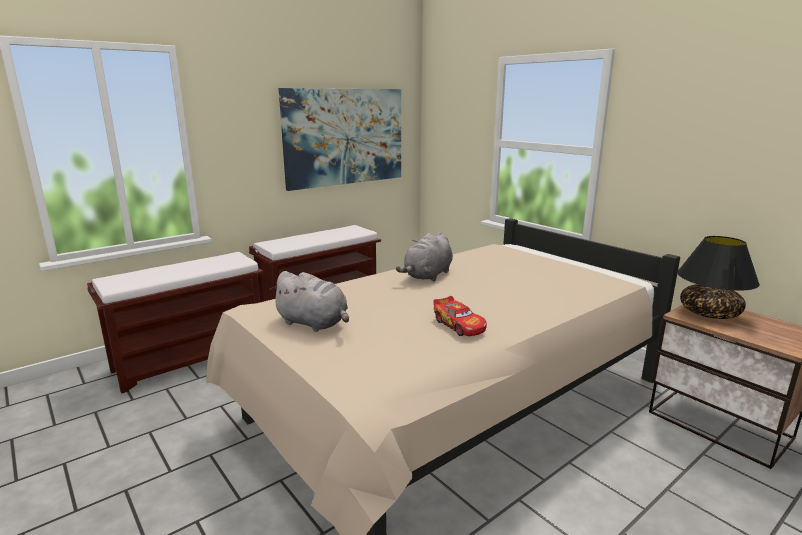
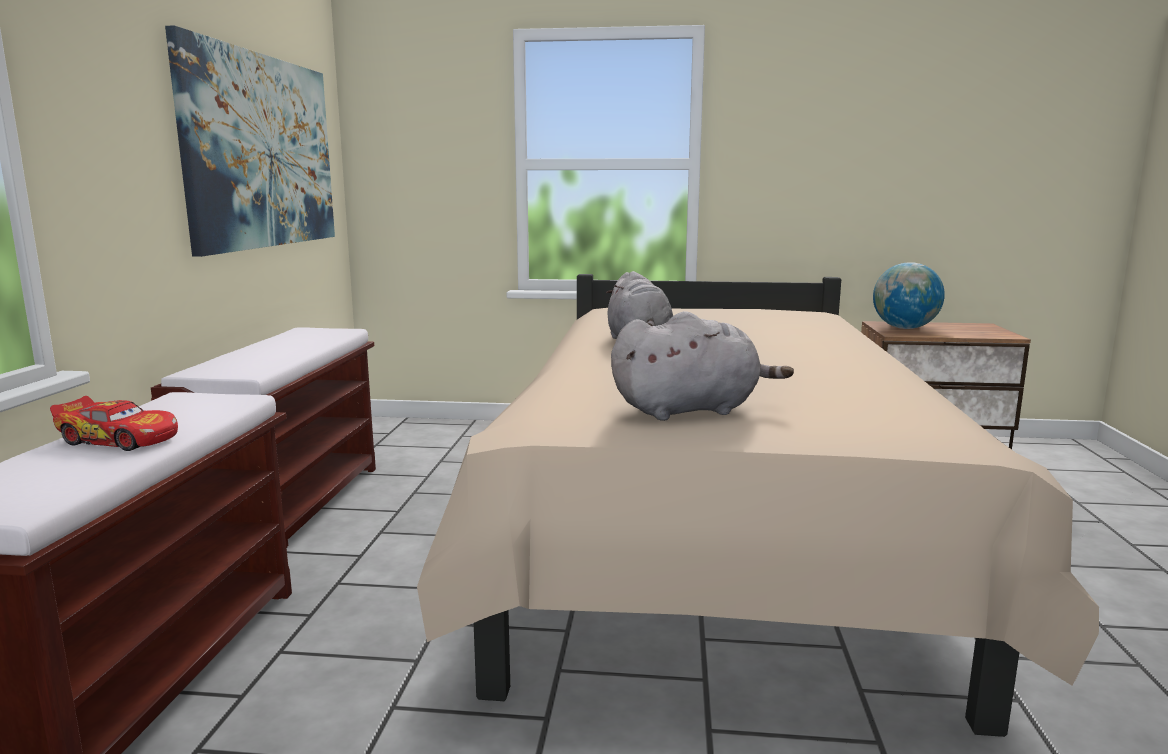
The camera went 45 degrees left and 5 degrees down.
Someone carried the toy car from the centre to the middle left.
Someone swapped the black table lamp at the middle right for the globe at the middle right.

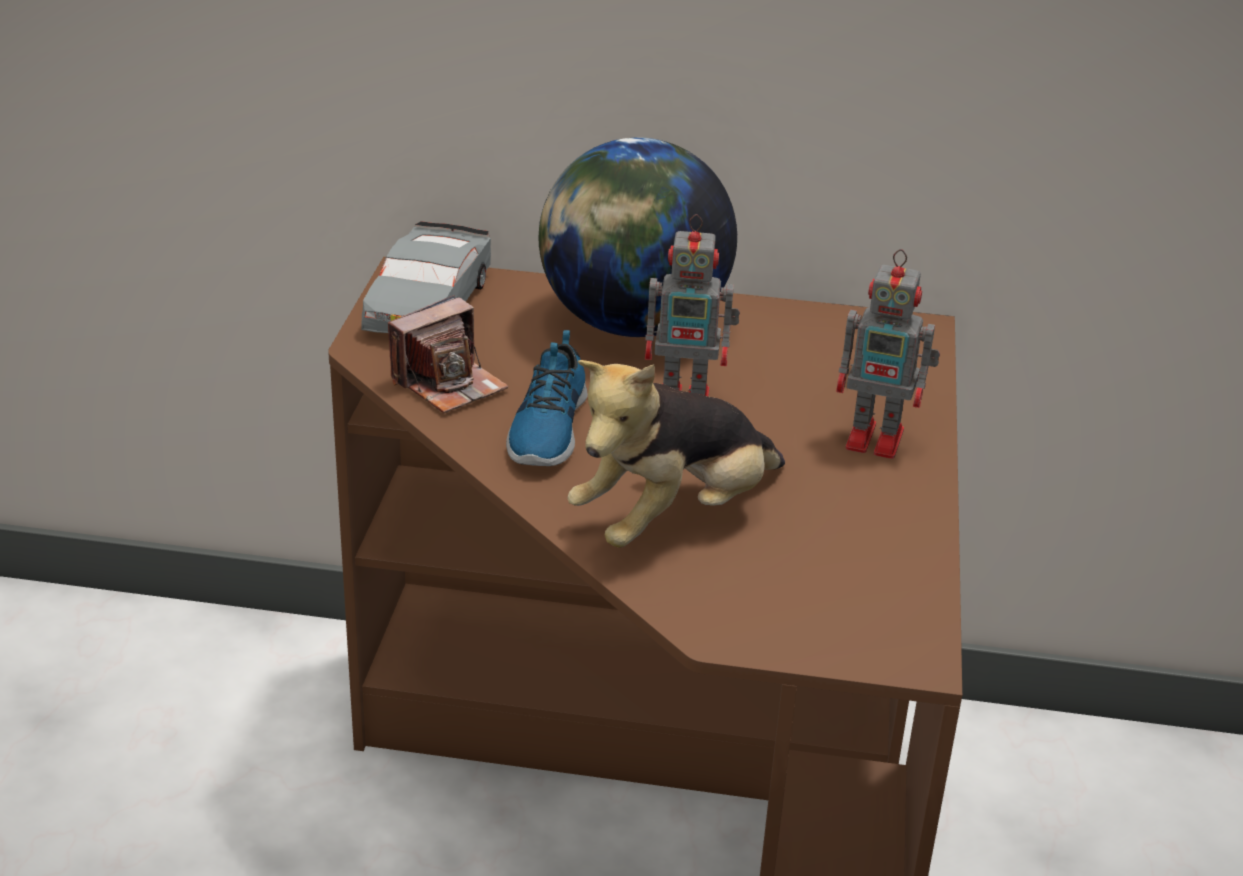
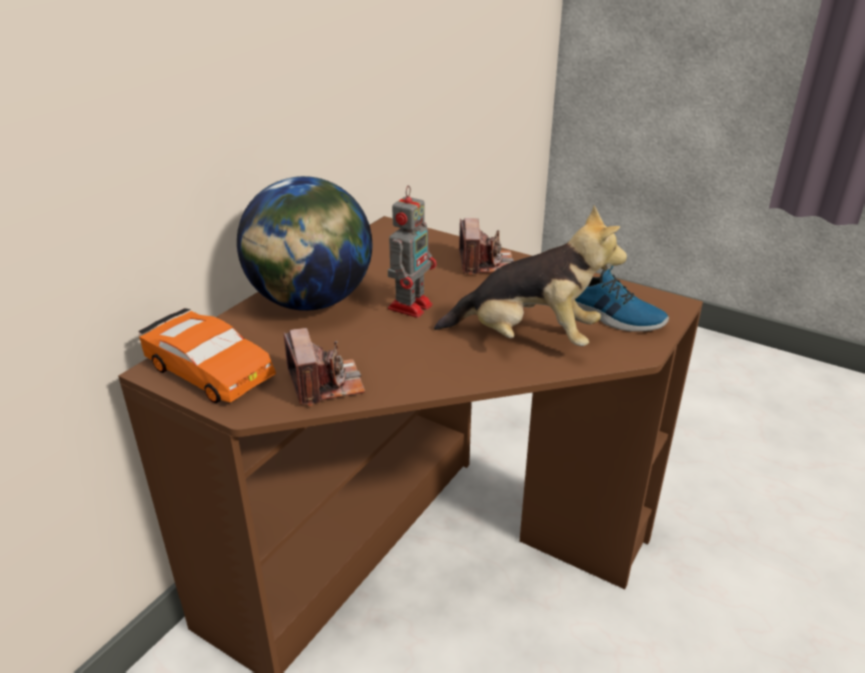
The camera went 65 degrees left and 0 degrees up.
Someone carried the shoe from the centre to the middle right.
Someone swapped the toy robot (no. 2 from left) at the middle right for the photo camera (no. 2 from left) at the centre.
Someone repainted the grey toy car at the top centre, which became the orange toy car at the middle left.
Someone rotated the plush toy at the centre by 60 degrees counterclockwise.

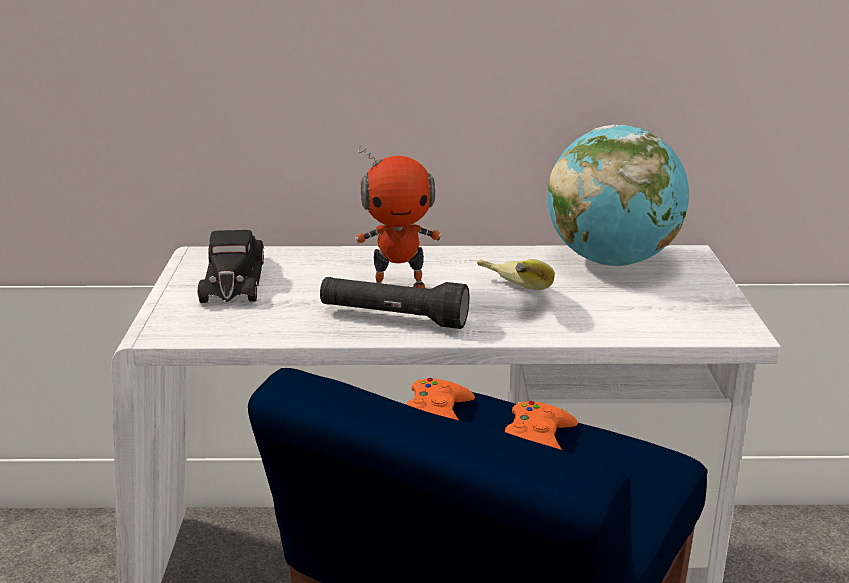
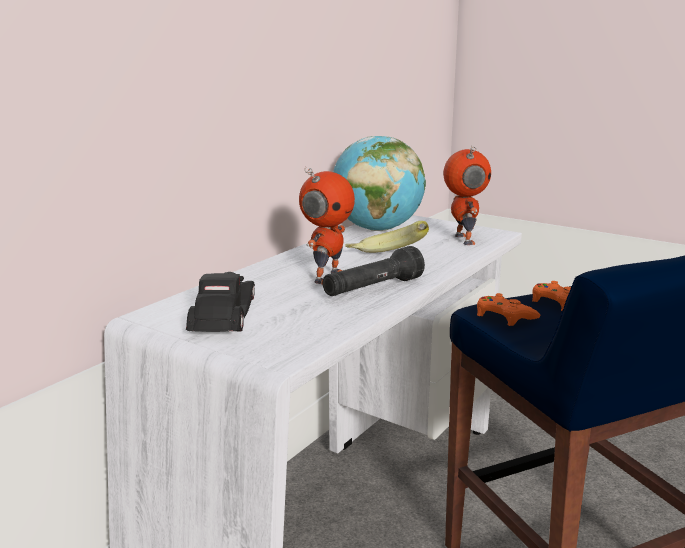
The camera went 55 degrees left and 5 degrees down.
Someone put down the toy robot (no. 2 from left) at the middle right.
Someone rotated the black toy car at the middle left by 120 degrees counterclockwise.

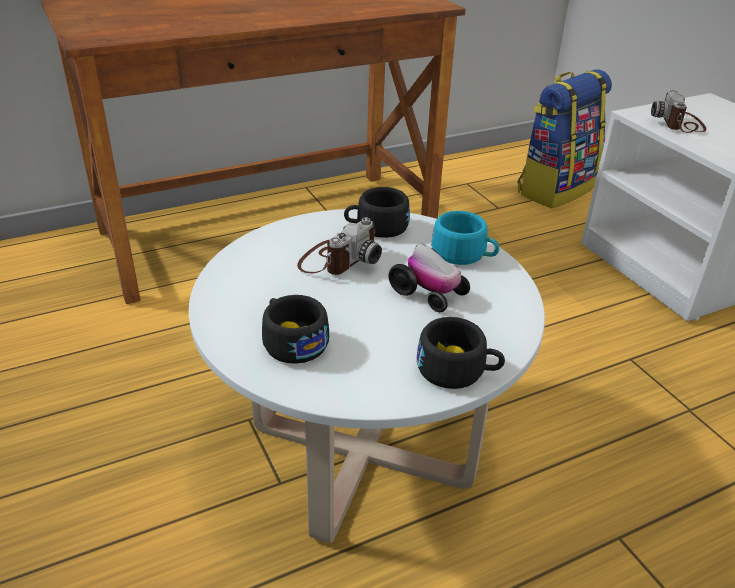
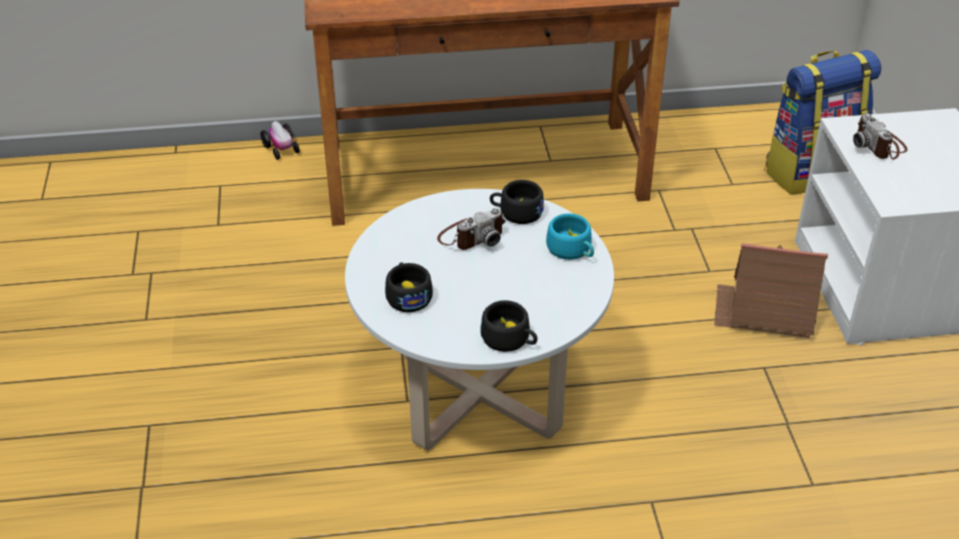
The camera went 20 degrees right and 5 degrees up.
Someone put down the toy house at the middle right.
Someone carried the toy car from the centre to the top left.
Someone rotated the photo camera (no. 2 from left) at the top right by 45 degrees counterclockwise.

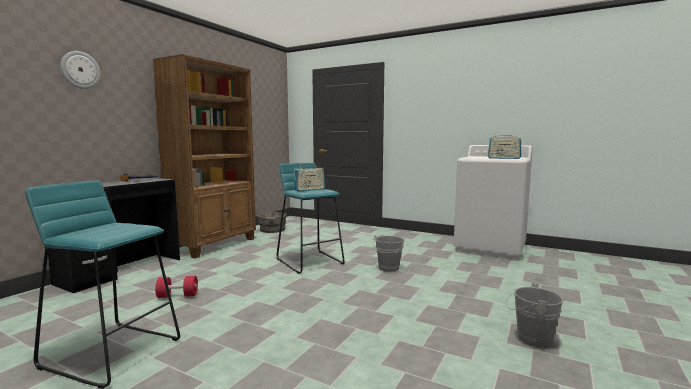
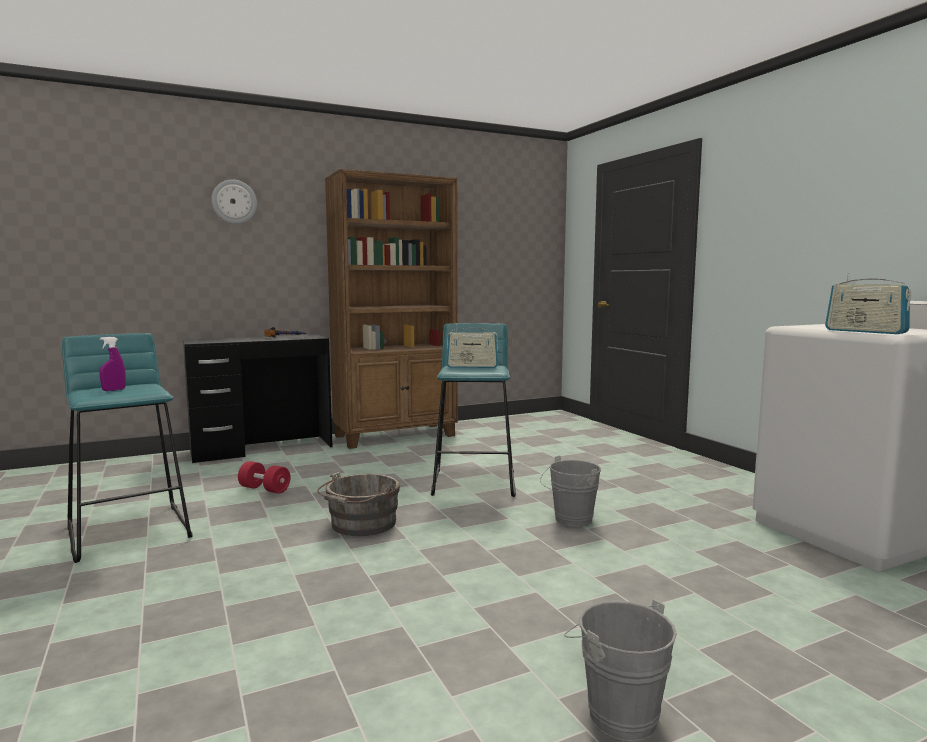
The camera went 35 degrees right and 0 degrees up.
Someone put down the purple spray bottle at the middle left.
Someone carried the grey bucket (no. 1 from left) from the centre to the bottom centre.

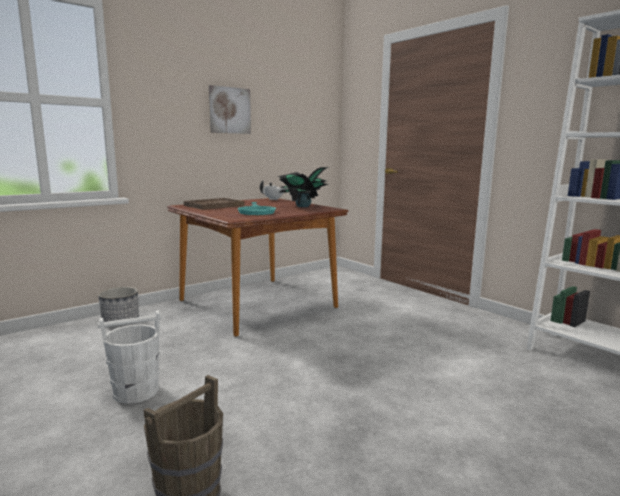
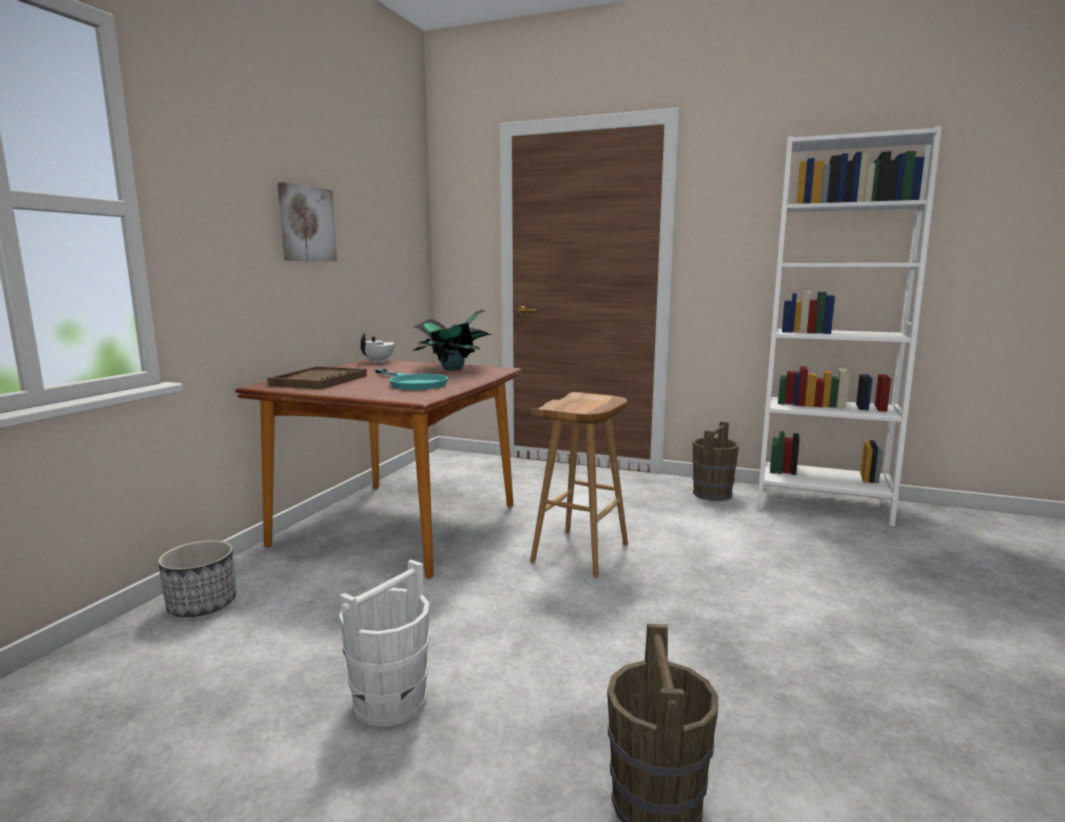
The camera went 30 degrees left and 0 degrees up.
Someone put down the brown stool at the centre.
Someone put down the brown bucket (no. 2 from left) at the middle right.

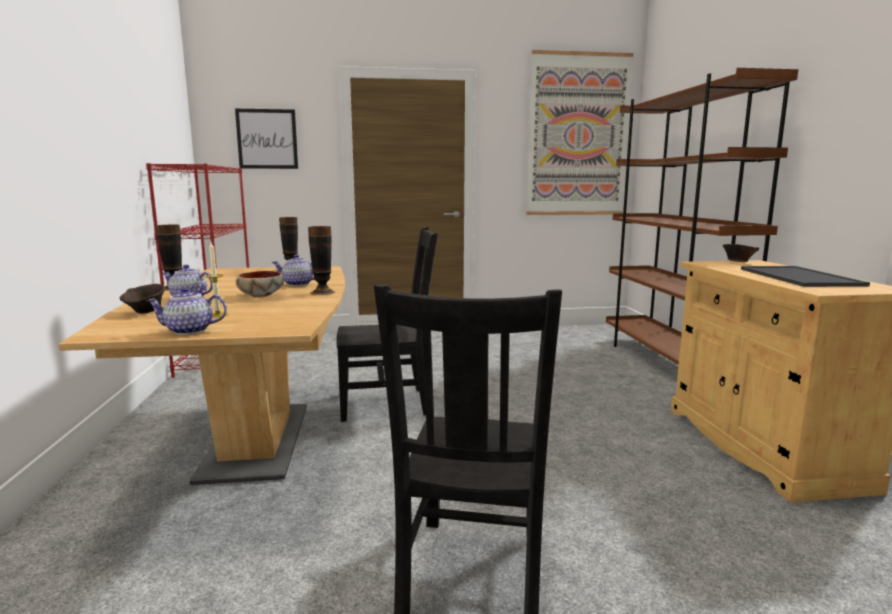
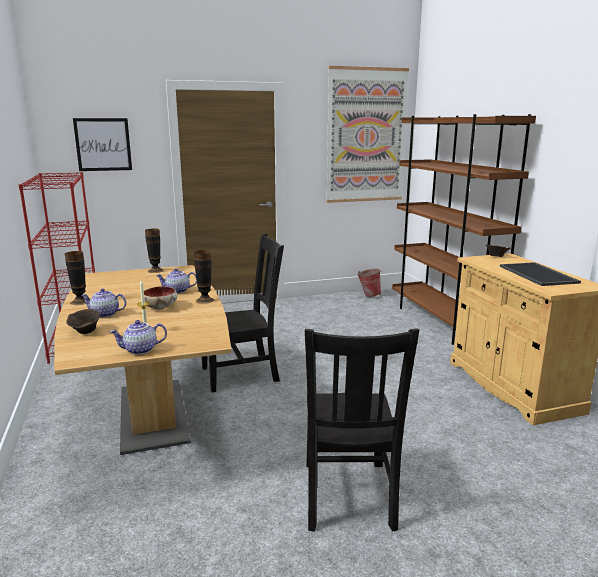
The camera went 10 degrees left and 5 degrees up.
Someone put down the bucket at the centre.

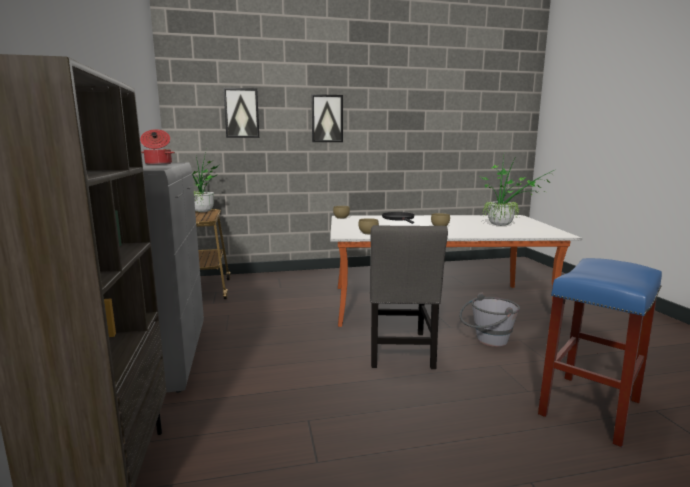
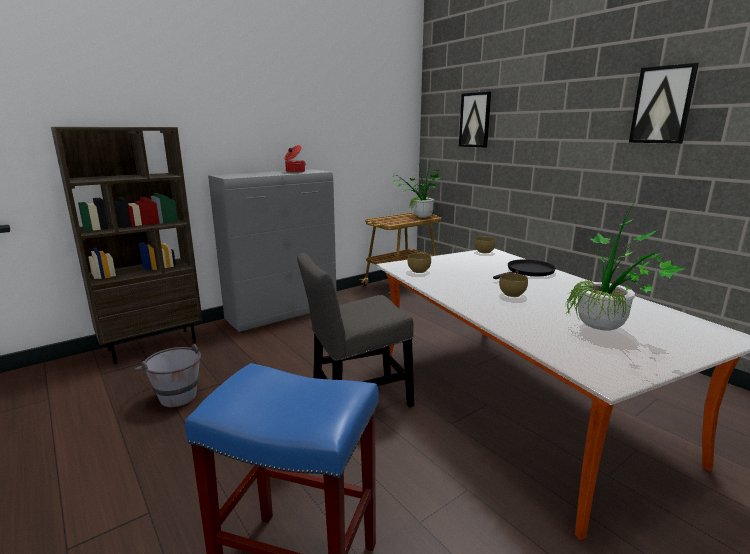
The camera went 65 degrees right and 5 degrees up.
Someone carried the picture (no. 2 from left) from the top centre to the top right.
Someone carried the grey bucket from the middle right to the bottom left.

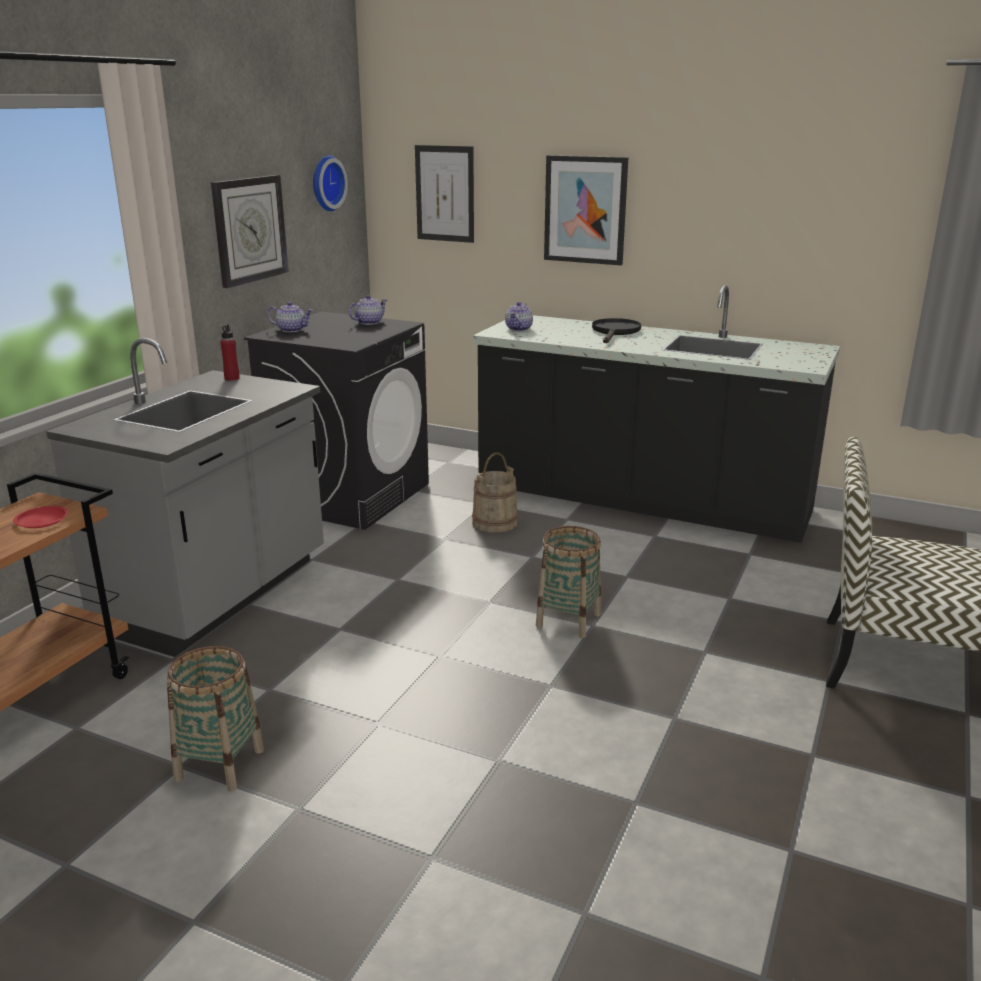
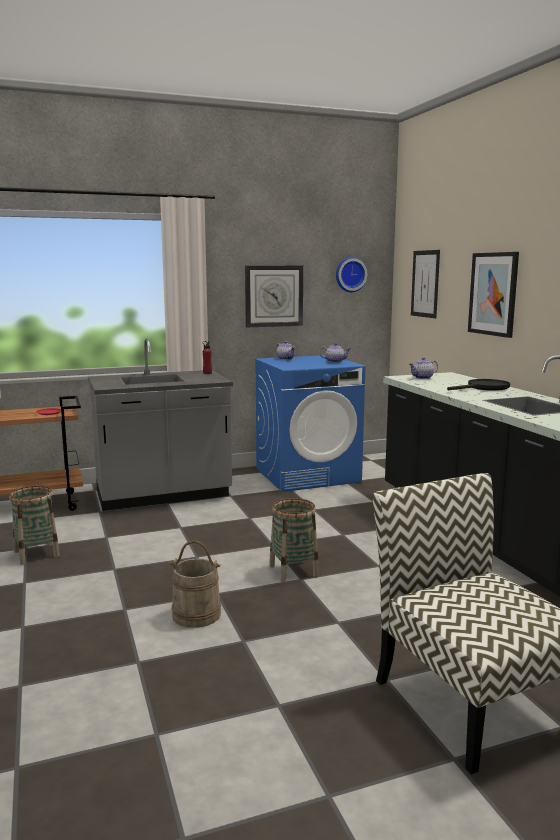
The camera went 45 degrees right and 10 degrees down.
Someone carried the beige bucket from the centre to the bottom centre.
Someone repainted the black washing machine at the centre, which became the blue washing machine at the centre.

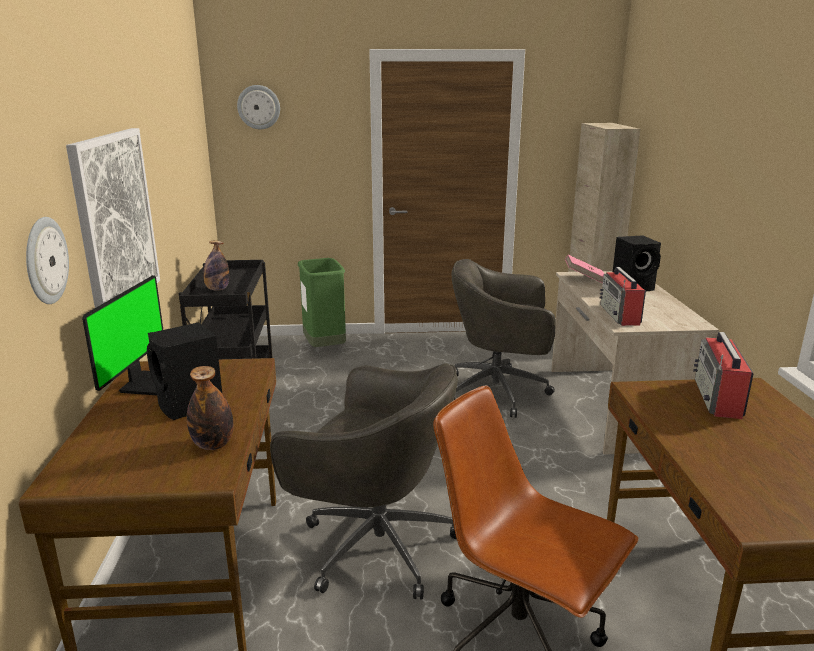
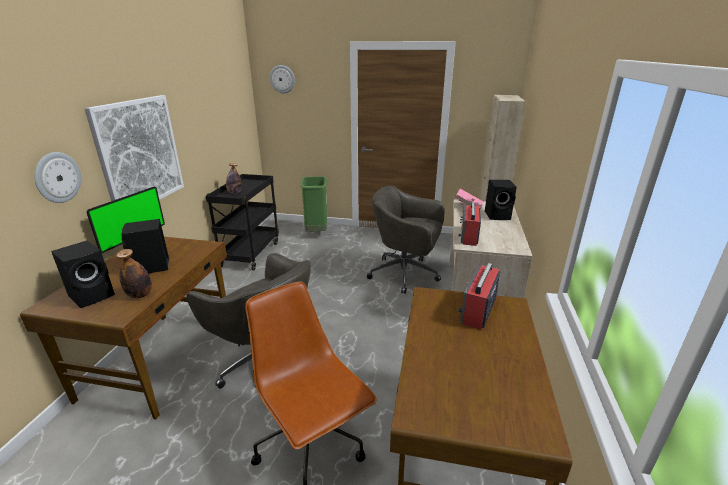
The camera went 15 degrees right and 5 degrees up.
Someone put down the black speaker (no. 1 from left) at the middle left.

